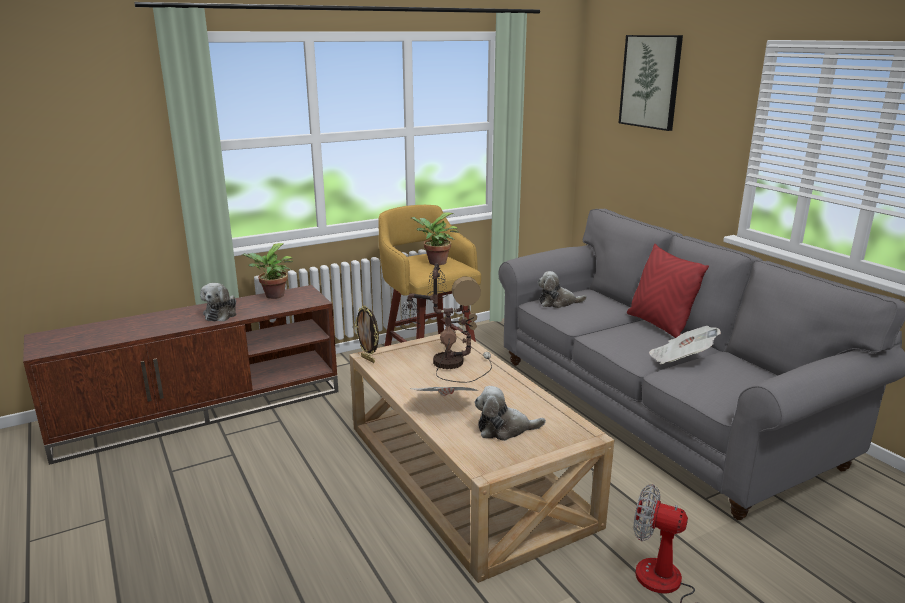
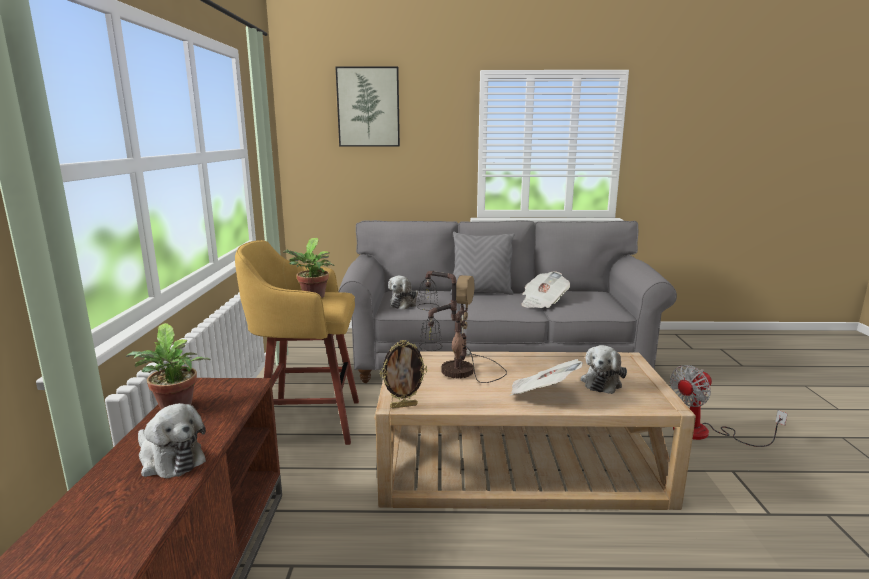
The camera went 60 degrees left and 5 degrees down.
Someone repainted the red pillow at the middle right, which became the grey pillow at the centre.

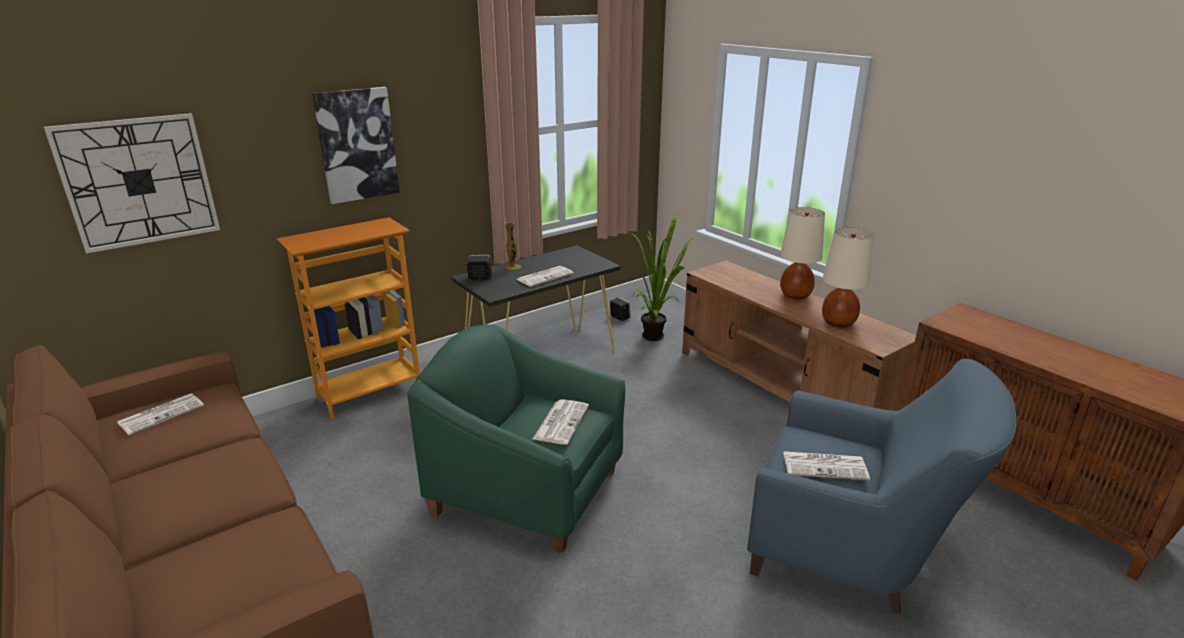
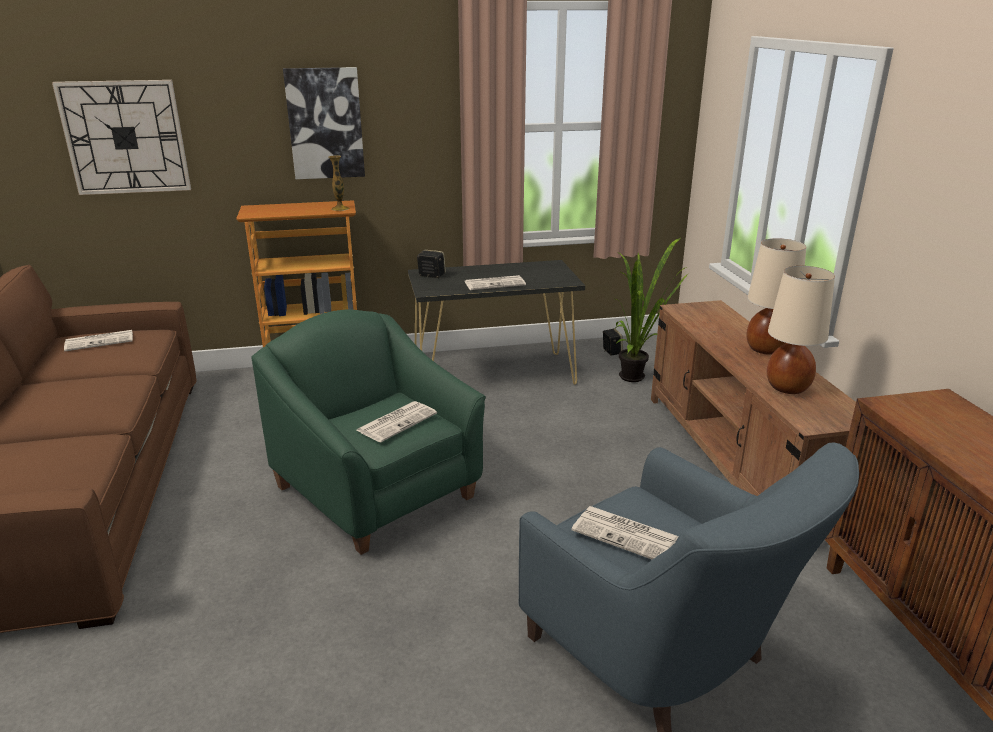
The camera went 25 degrees right and 0 degrees up.
Someone carried the vase from the centre to the top centre.

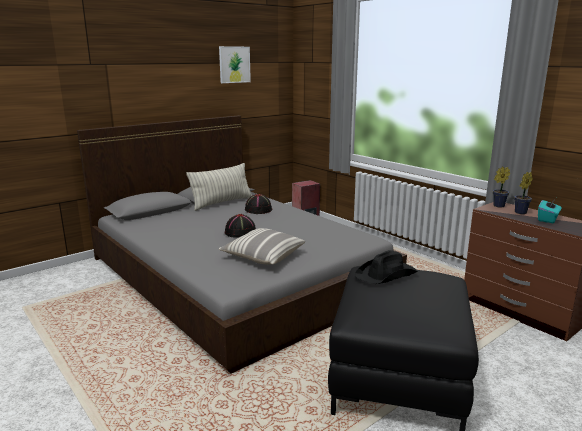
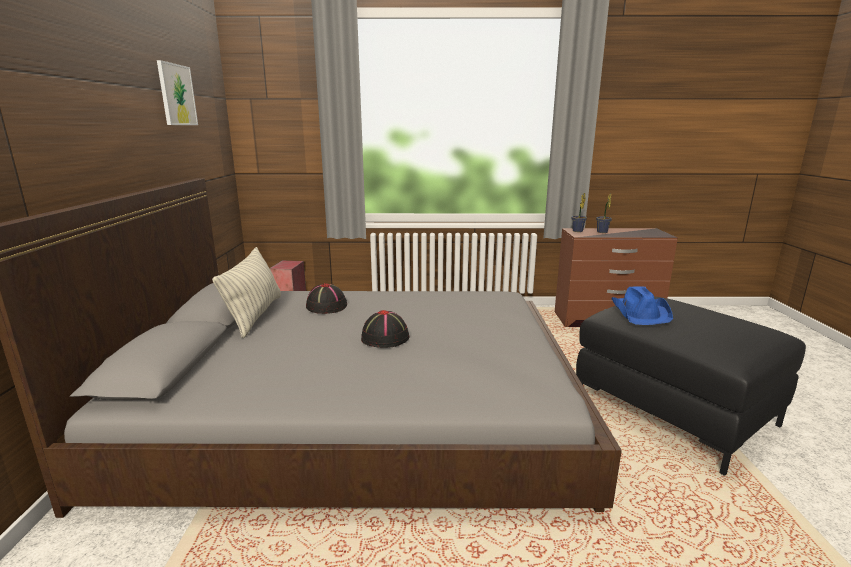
The camera went 50 degrees left and 0 degrees up.
Someone took away the pillow (no. 2 from left) at the centre.
Someone took away the turquoise tissue box at the middle right.
Someone repainted the black hat (no. 3 from left) at the centre, which became the blue hat at the middle right.

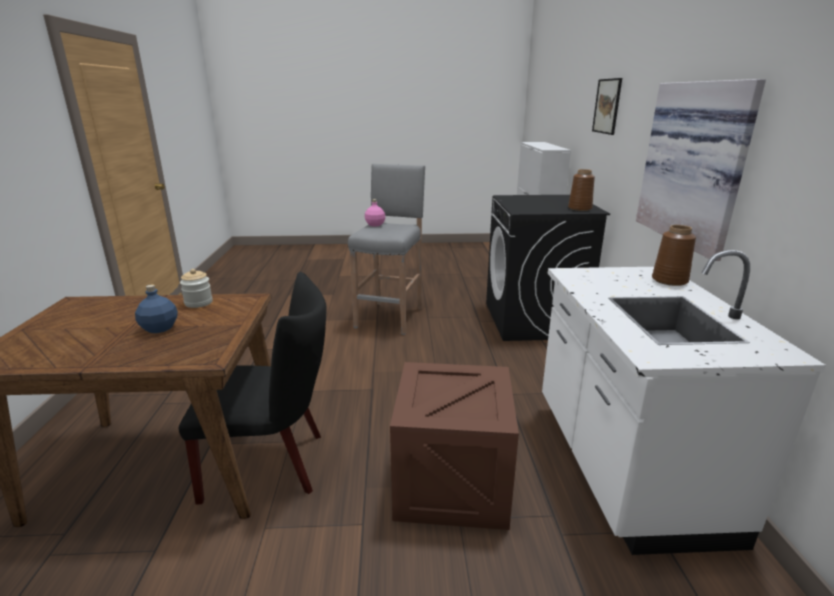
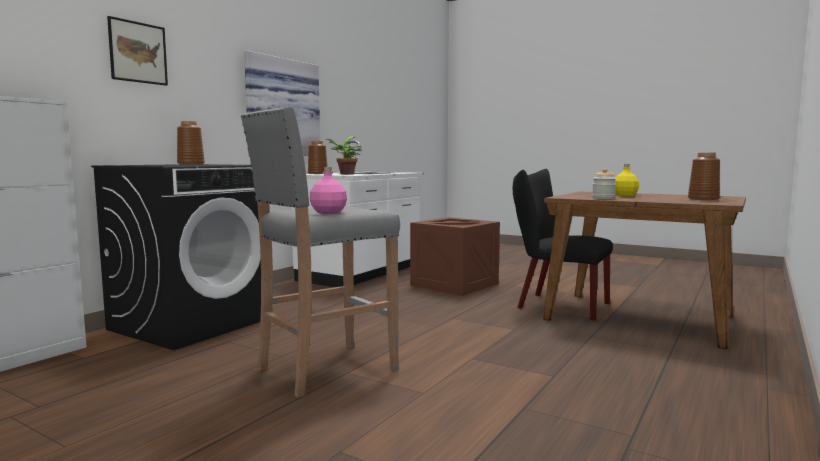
The camera went 145 degrees left and 15 degrees down.
Someone put down the potted plant at the centre.
Someone put down the brown vase (no. 3 from left) at the middle right.
Someone repainted the blue bottle at the middle left, which became the yellow bottle at the middle right.

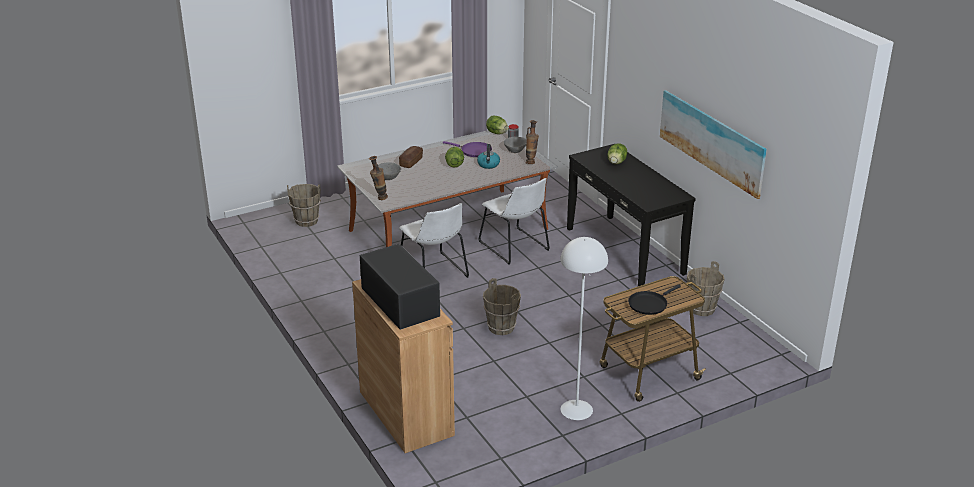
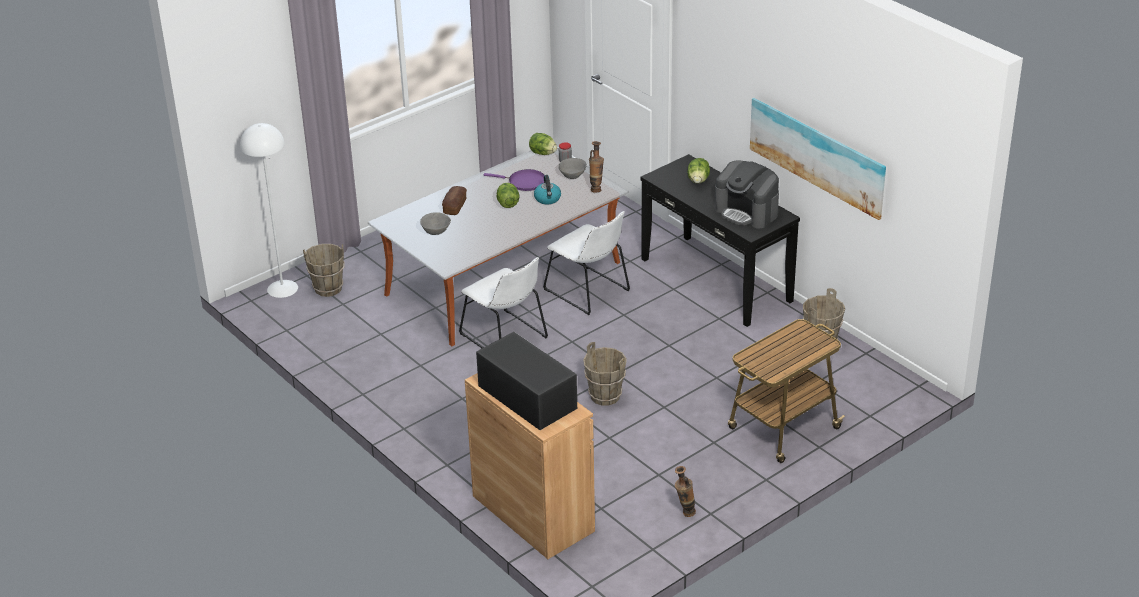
The camera went 10 degrees left and 5 degrees up.
Someone took away the black frying pan at the middle right.
Someone put down the coffee machine at the top centre.
Someone carried the vase (no. 1 from left in the first image) from the centre to the bottom centre.
Someone carried the white floor lamp from the bottom centre to the middle left.

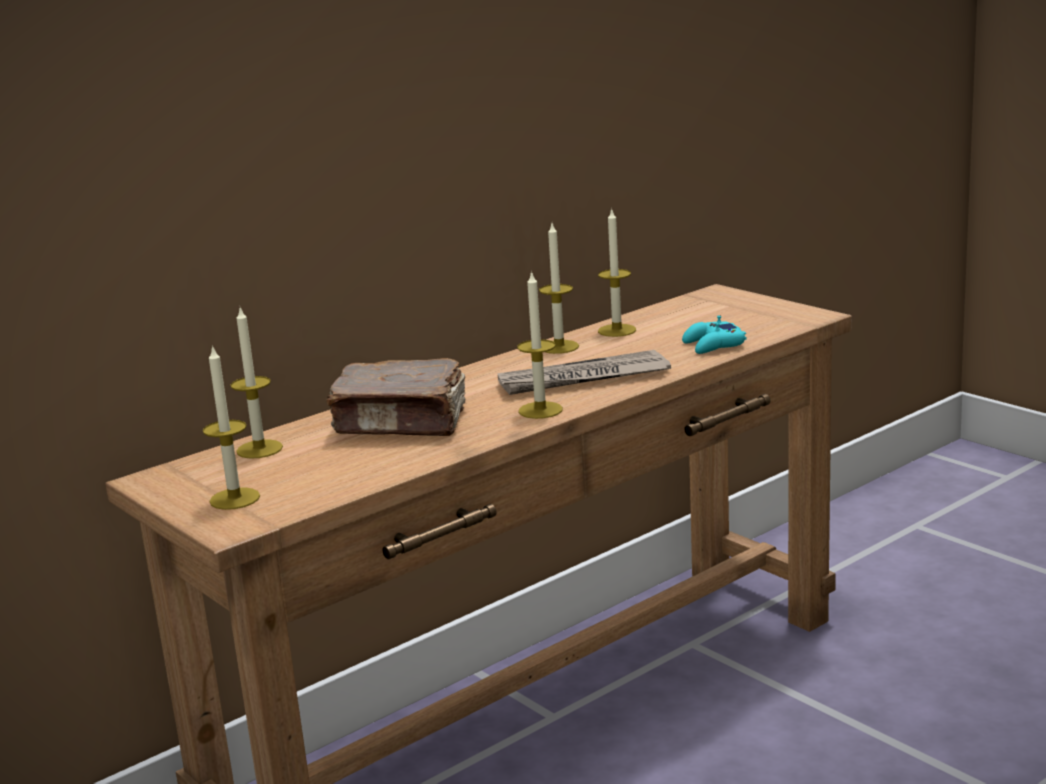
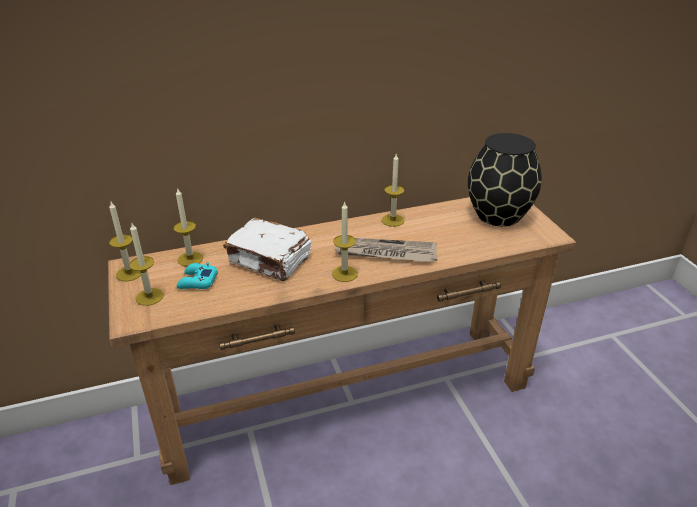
The camera went 20 degrees right and 15 degrees up.
Someone put down the black vase at the middle right.
Someone carried the candle (no. 5 from left in the first image) from the centre to the middle left.
Someone carried the turquoise game controller from the middle right to the middle left.
Someone repainted the brown book at the centre, which became the white book at the centre.

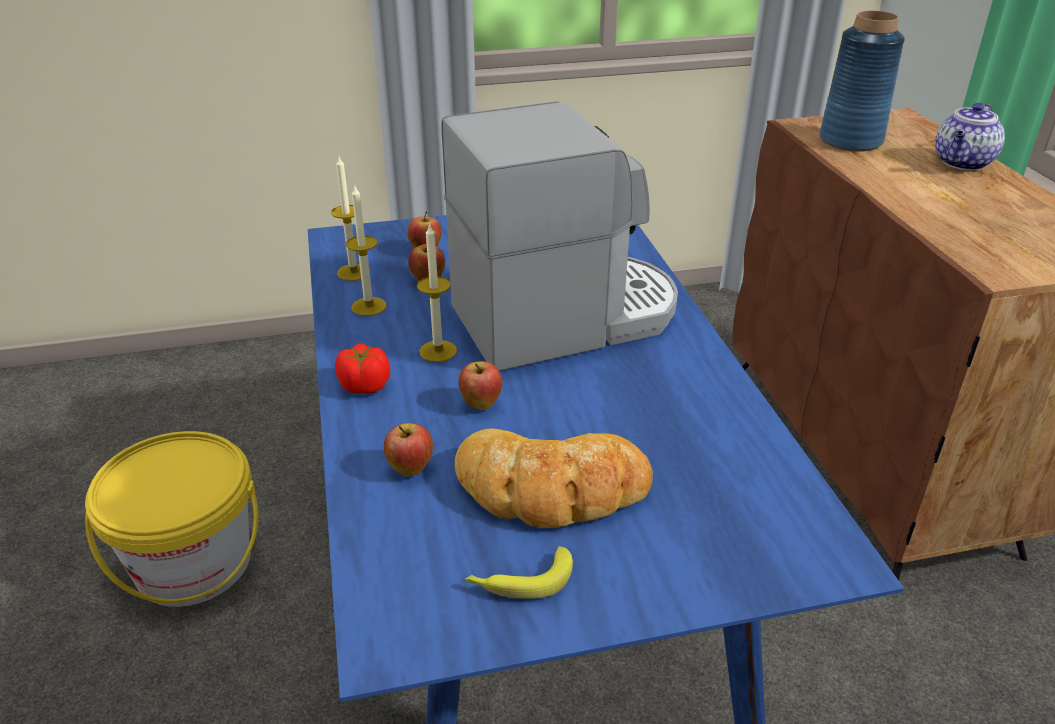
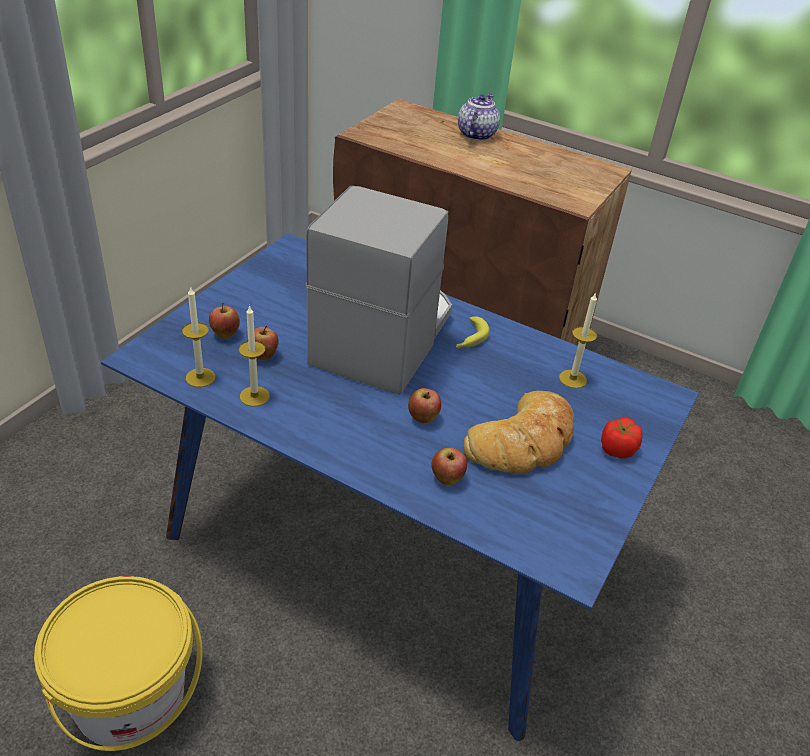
The camera went 50 degrees left and 5 degrees up.
Someone took away the blue vase at the top right.
Someone carried the tomato from the centre to the middle right.
Someone carried the candle (no. 3 from left) from the centre to the middle right.
Someone carried the banana from the bottom centre to the centre.
Someone rotated the teapot at the top right by 150 degrees counterclockwise.

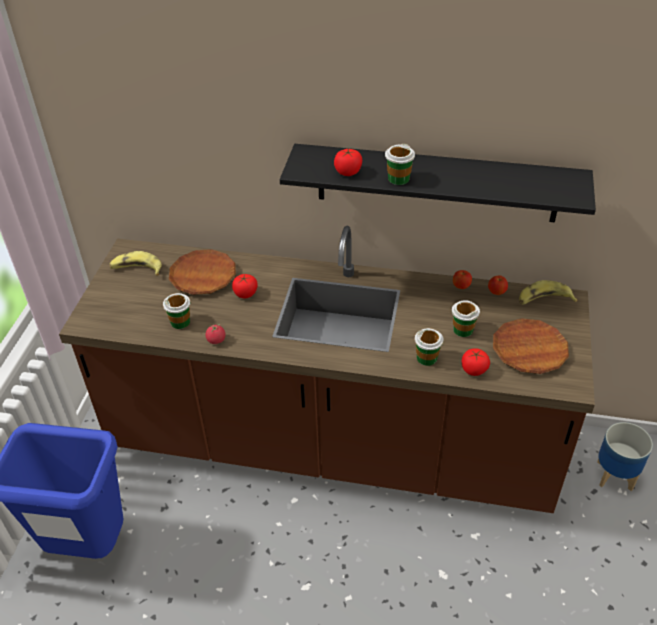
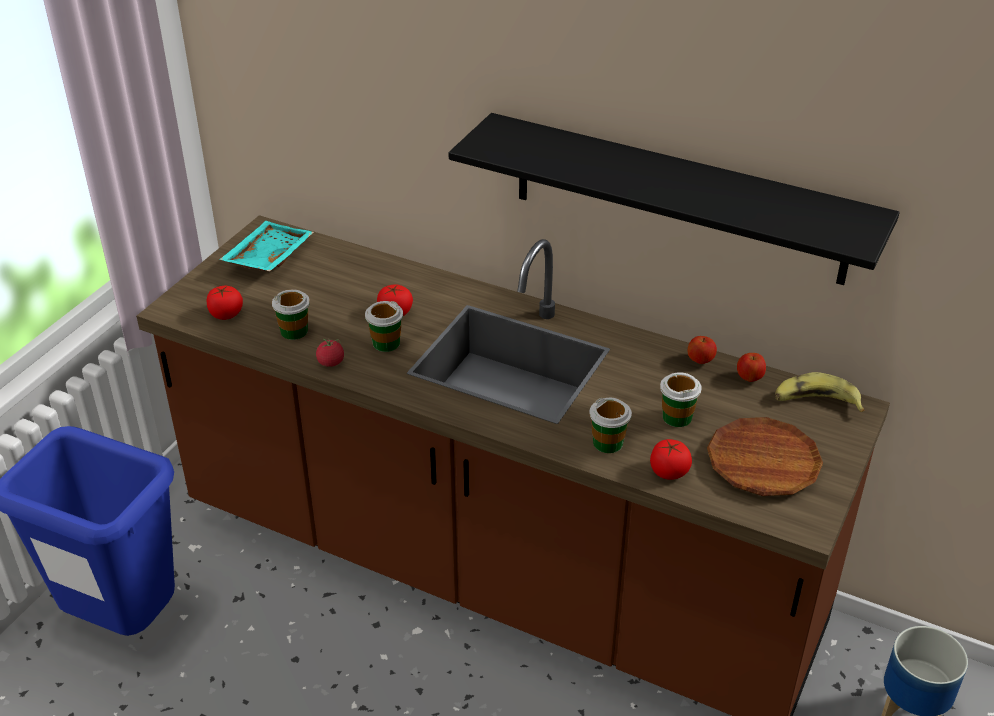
The camera went 15 degrees right and 5 degrees down.
Someone took away the brown plate (no. 1 from left) at the middle left.
Someone carried the tomato (no. 3 from left in the first image) from the top centre to the middle left.
Someone carried the cup (no. 2 from left) from the top centre to the centre.
Someone swapped the banana (no. 1 from left) at the middle left for the turquoise tray at the middle left.

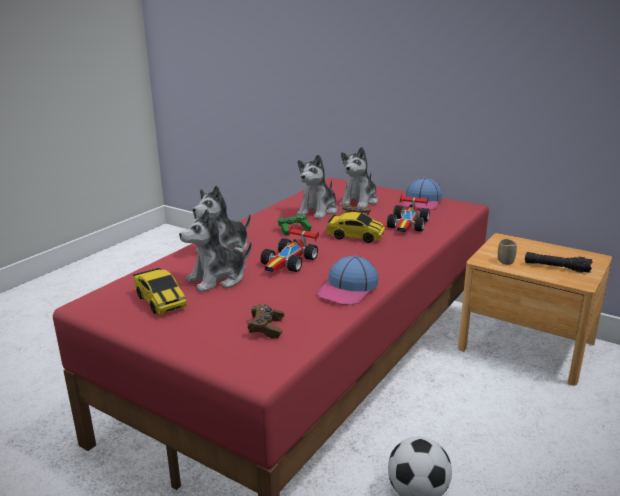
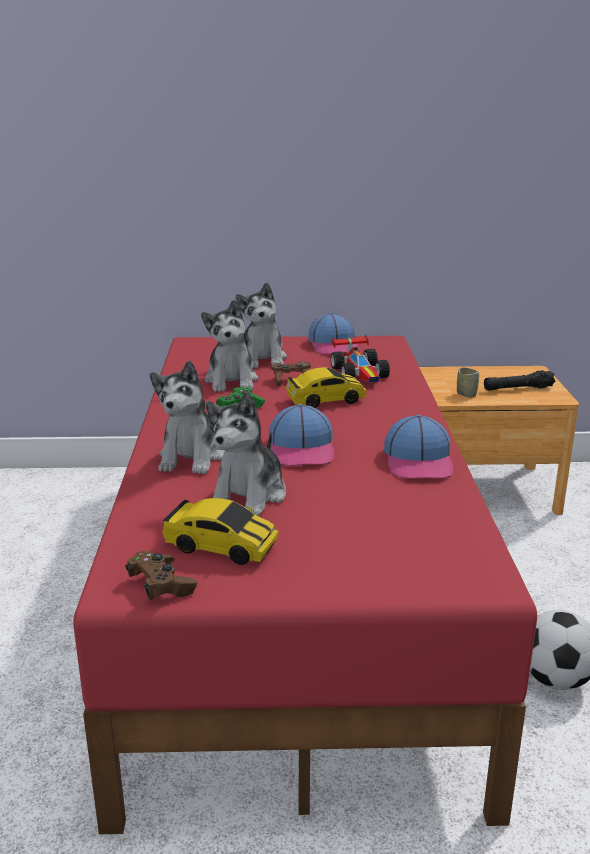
The camera went 35 degrees left and 0 degrees up.
Someone carried the brown game controller (no. 1 from left) from the centre to the bottom left.
Someone swapped the toy car (no. 2 from left) at the centre for the cap (no. 1 from left) at the centre.

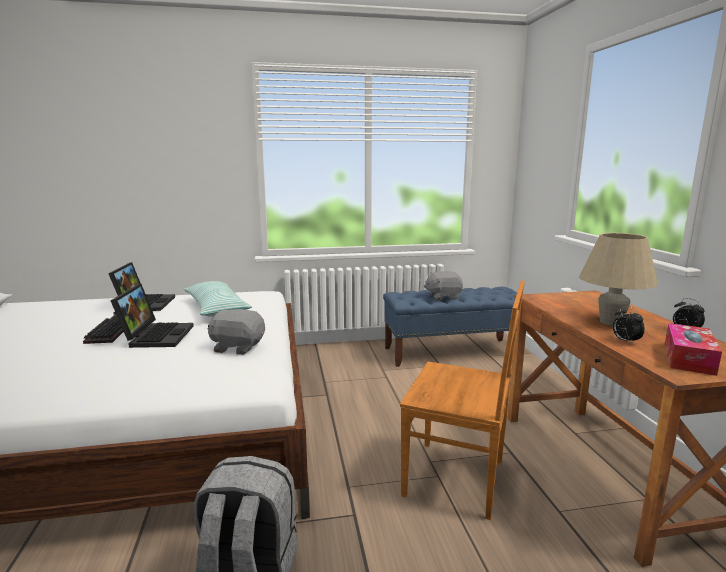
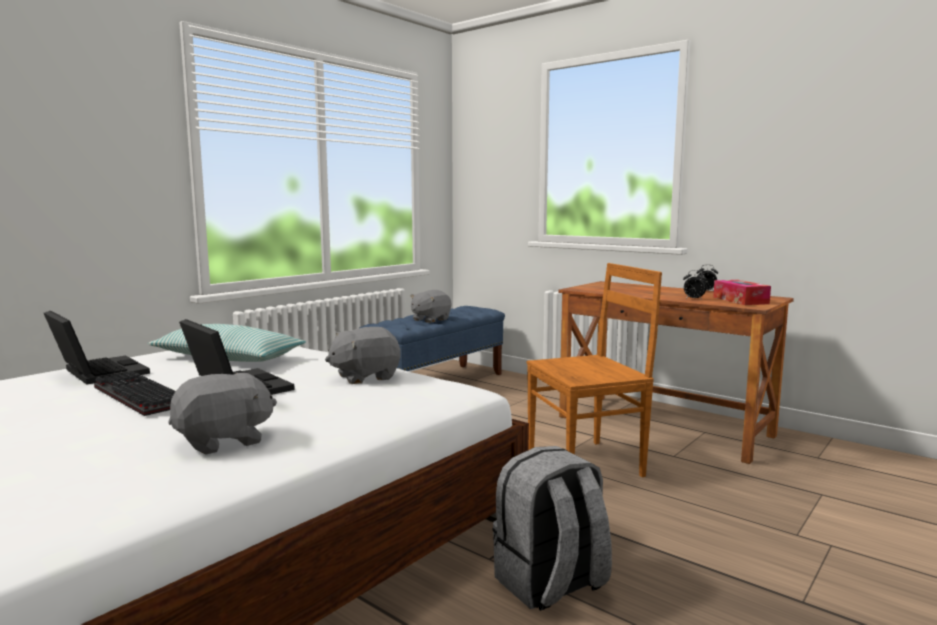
The camera went 40 degrees left and 5 degrees down.
Someone took away the beige table lamp at the middle right.
Someone put down the grey plush toy (no. 1 from left) at the middle left.

